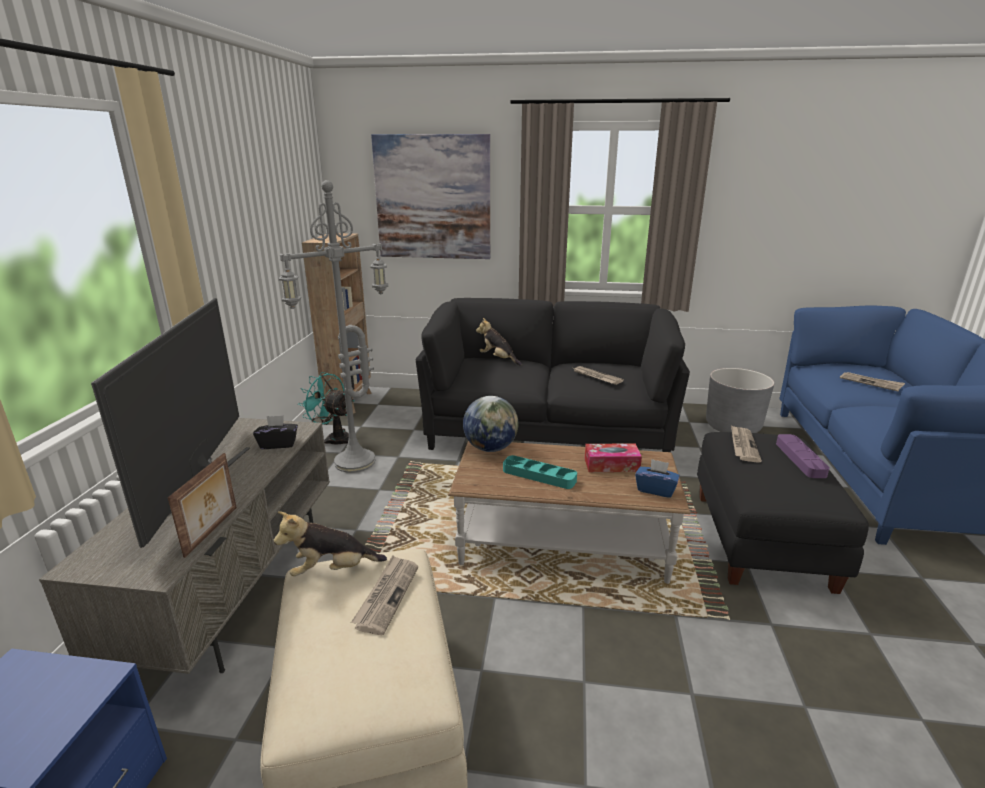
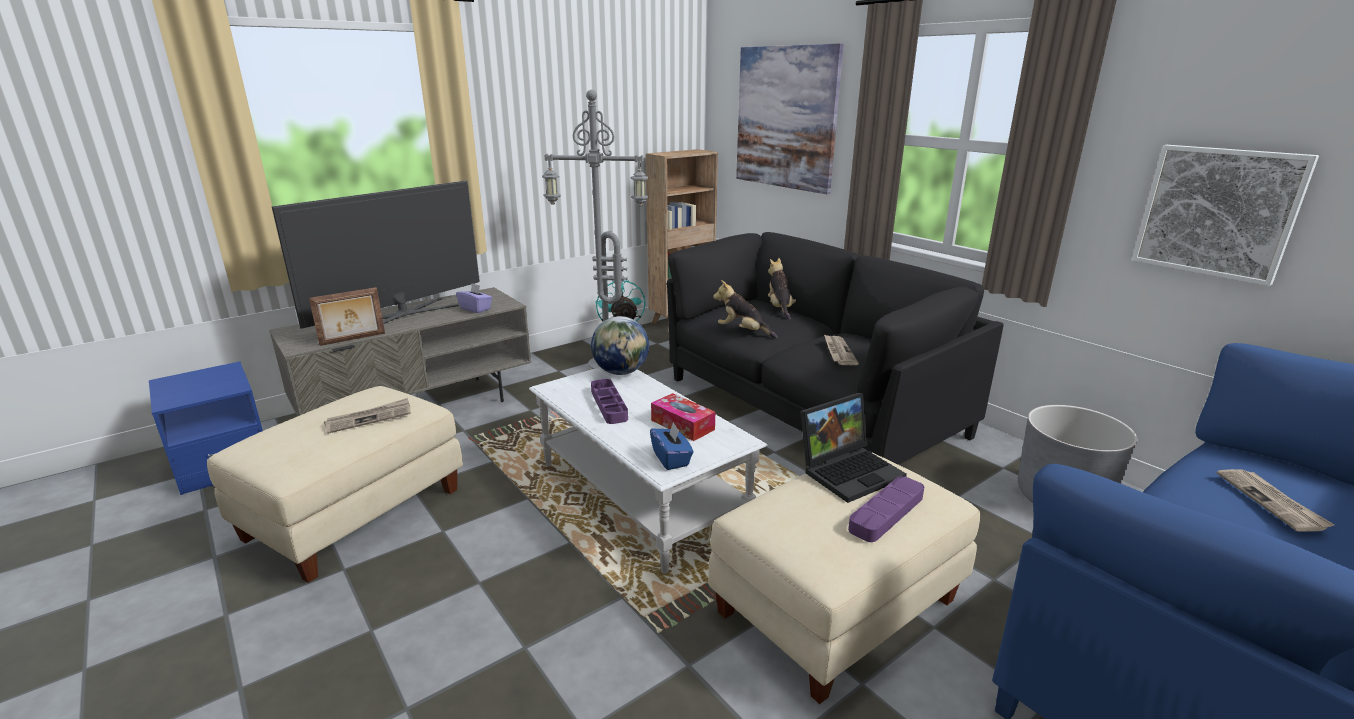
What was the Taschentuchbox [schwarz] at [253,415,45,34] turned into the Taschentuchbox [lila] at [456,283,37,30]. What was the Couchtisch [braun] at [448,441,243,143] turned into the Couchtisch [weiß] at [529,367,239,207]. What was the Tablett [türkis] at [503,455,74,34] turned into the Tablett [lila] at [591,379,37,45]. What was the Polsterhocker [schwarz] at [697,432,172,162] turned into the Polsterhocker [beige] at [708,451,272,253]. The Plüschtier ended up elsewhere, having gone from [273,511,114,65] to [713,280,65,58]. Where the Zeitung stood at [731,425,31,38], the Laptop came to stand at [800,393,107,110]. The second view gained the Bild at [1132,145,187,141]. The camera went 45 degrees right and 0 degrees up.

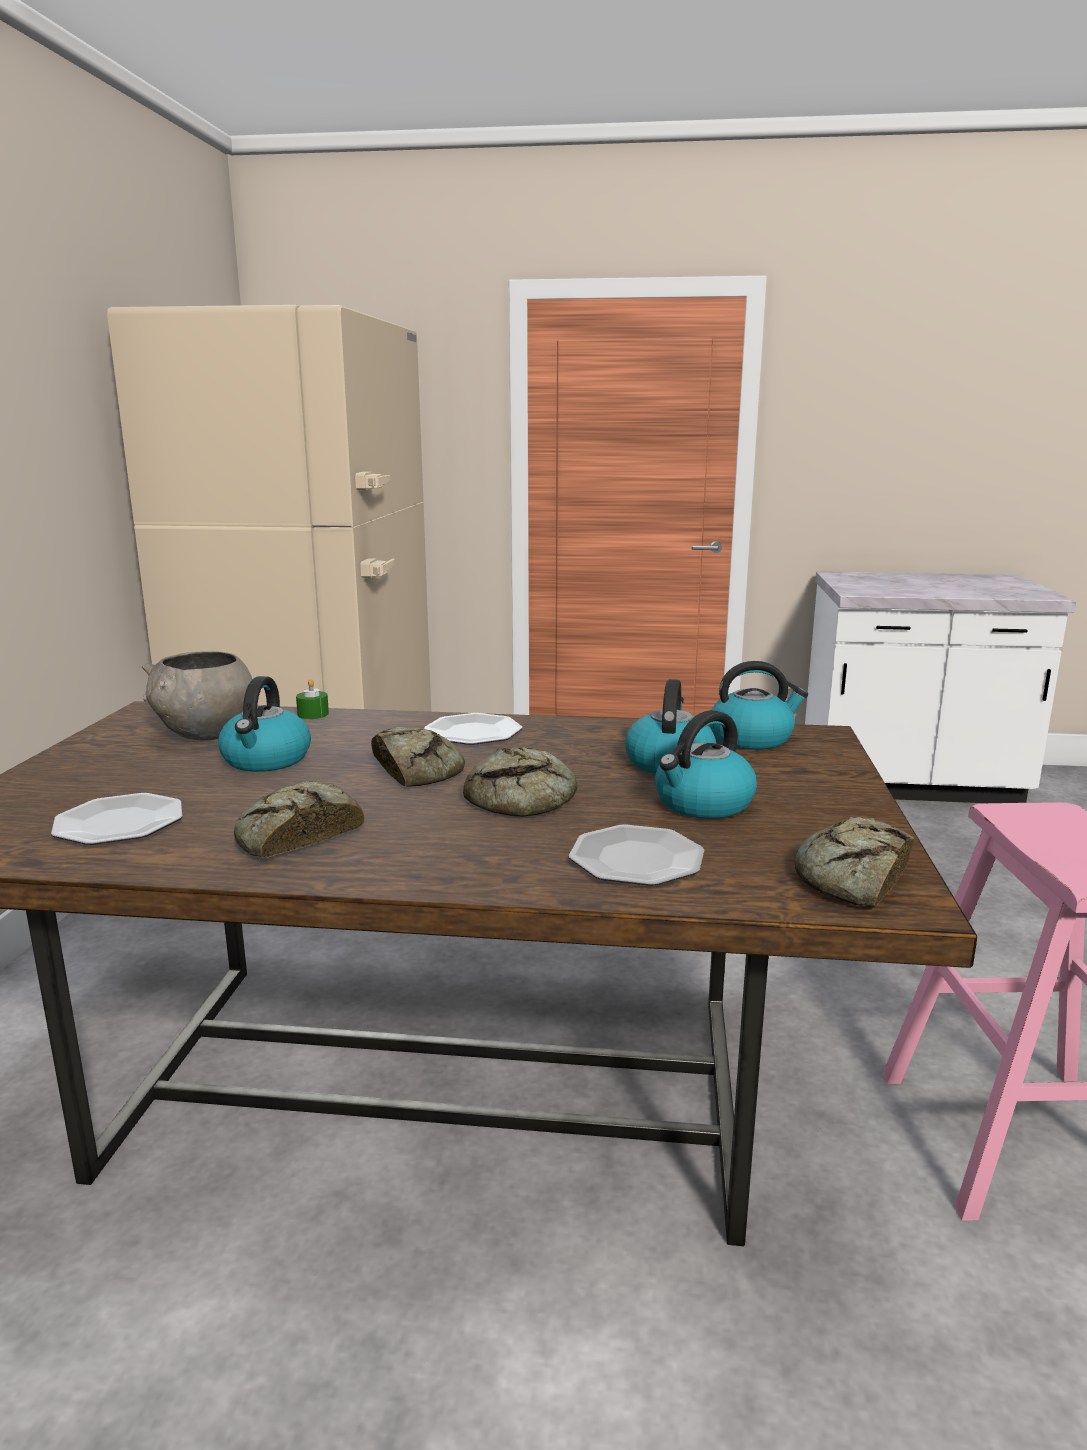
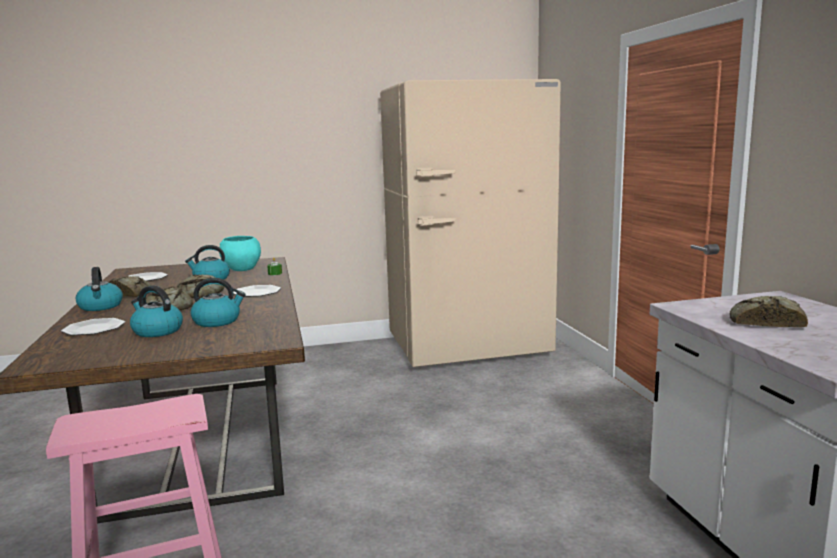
The Wasserkessel ended up elsewhere, having gone from [710,661,98,89] to [76,267,47,44]. What was the Schüssel [grau] at [142,651,110,89] turned into the Schüssel [türkis] at [219,236,42,35]. The Brot ended up elsewhere, having gone from [795,817,120,90] to [729,296,79,32]. The camera went 70 degrees right and 5 degrees down.

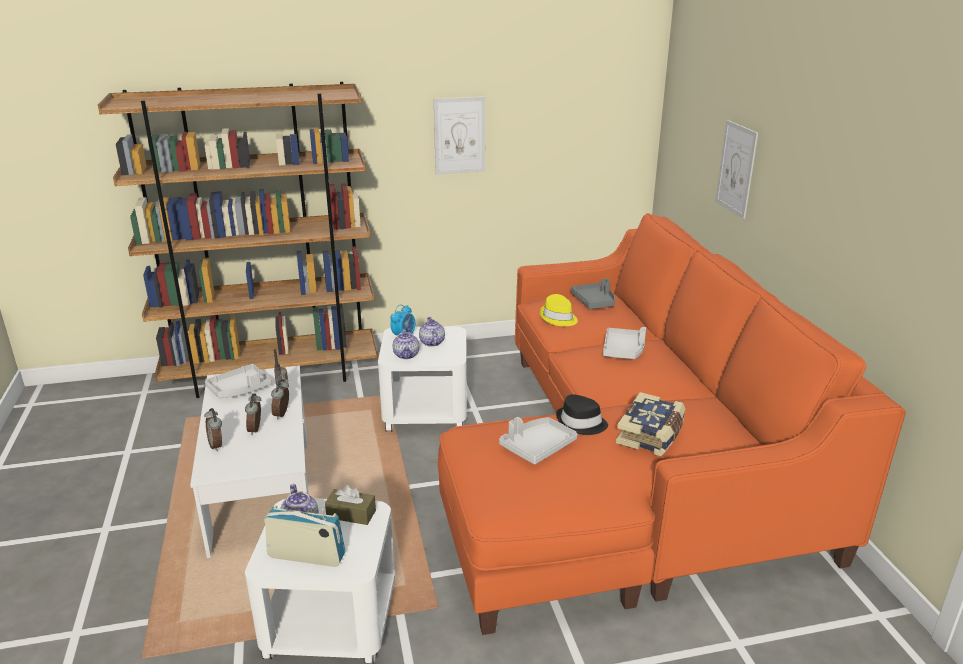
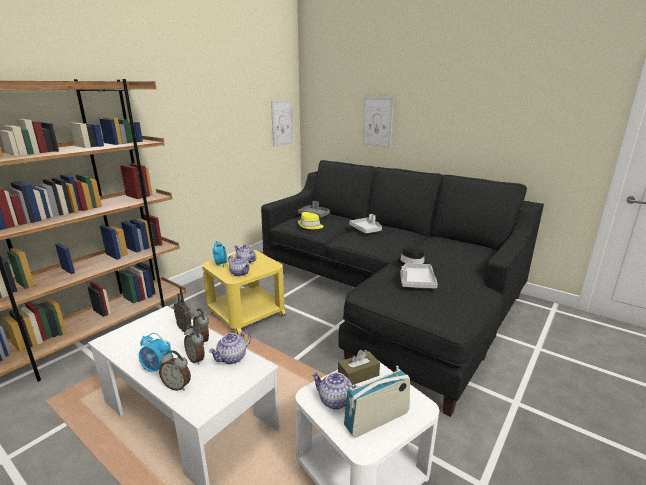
The second view gained the Wecker at [139,333,33,39]. What was the Beistelltisch [weiß] at [378,327,89,105] turned into the Beistelltisch [gelb] at [202,250,84,85]. The second view gained the Teekanne at [208,331,43,33]. What was the Sofa [orange] at [437,213,469,422] turned into the Sofa [schwarz] at [261,160,283,257]. The Bild ended up elsewhere, having gone from [434,97,51,78] to [271,100,22,47]. The second view lost the Tablett [grau] at [205,364,66,34]. The second view lost the Buch at [616,392,69,64]. The camera went 40 degrees left and 5 degrees down.

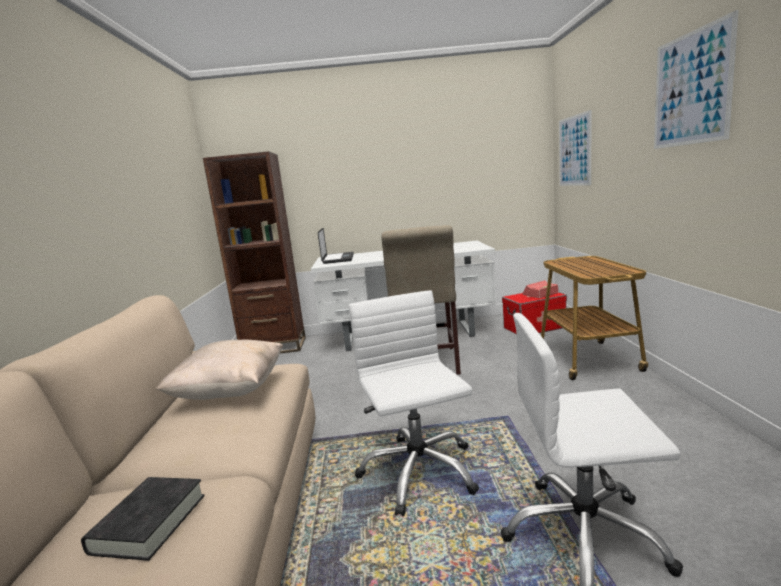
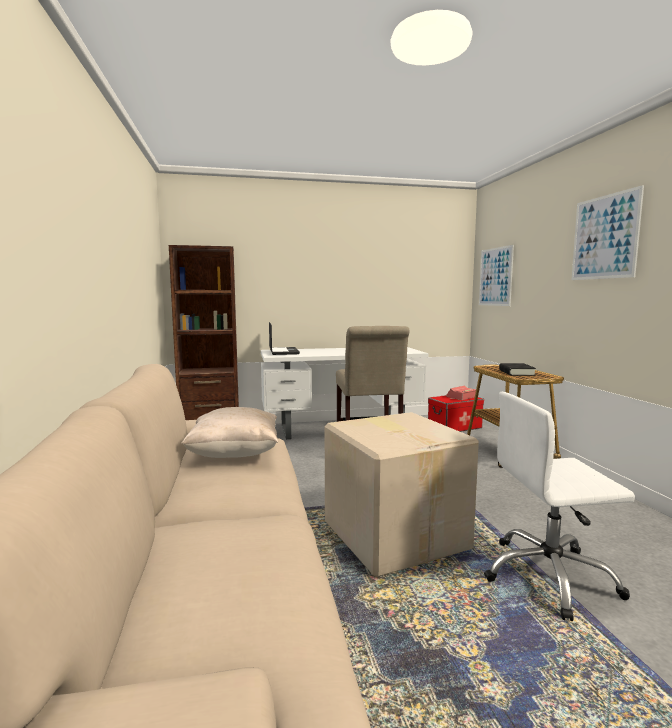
Where the Bürostuhl [weiß] stood at [349,290,130,226], the Karton came to stand at [325,412,154,165]. The Buch [schwarz] ended up elsewhere, having gone from [81,477,124,84] to [499,363,37,13]. The camera went 10 degrees left and 5 degrees down.

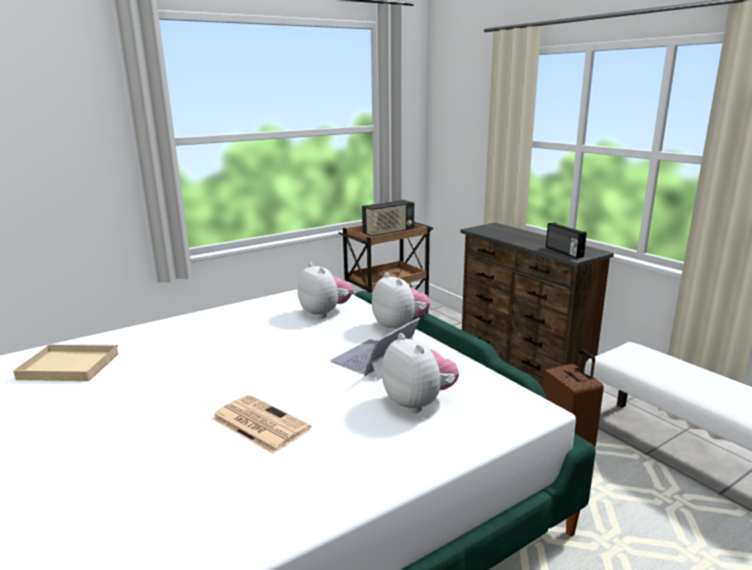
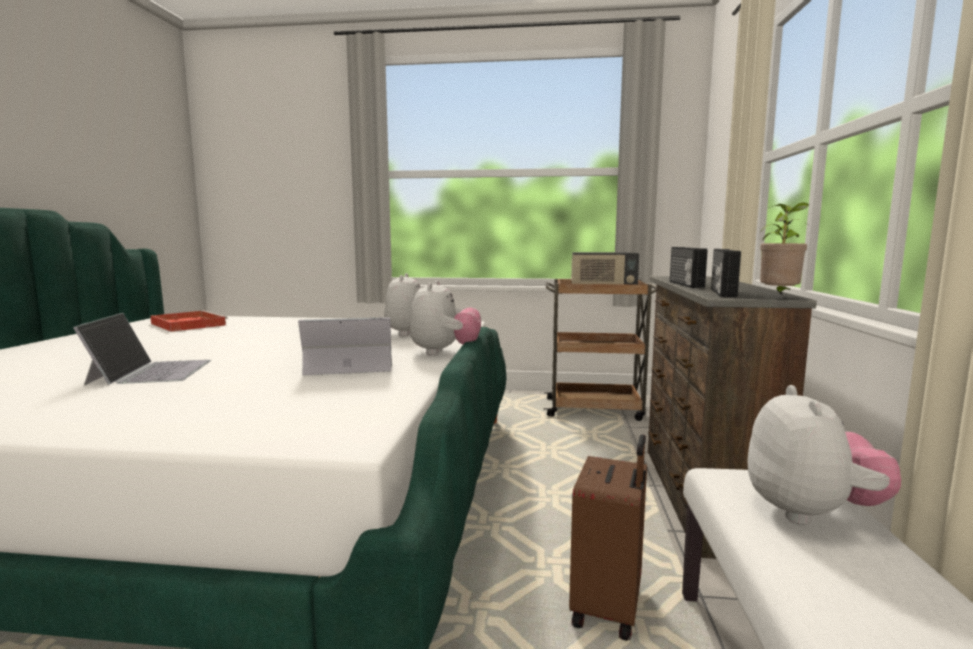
Where the Zeitung stood at [211,395,100,59], the Laptop came to stand at [73,313,138,72]. What was the Tablett [beige] at [13,344,106,37] turned into the Tablett [rot] at [150,310,78,22]. The second view gained the Radio at [670,247,37,41]. The Plüschtier ended up elsewhere, having gone from [382,333,77,80] to [747,385,154,140]. The second view gained the Topfpflanze at [760,202,49,93]. The camera went 40 degrees right and 10 degrees down.

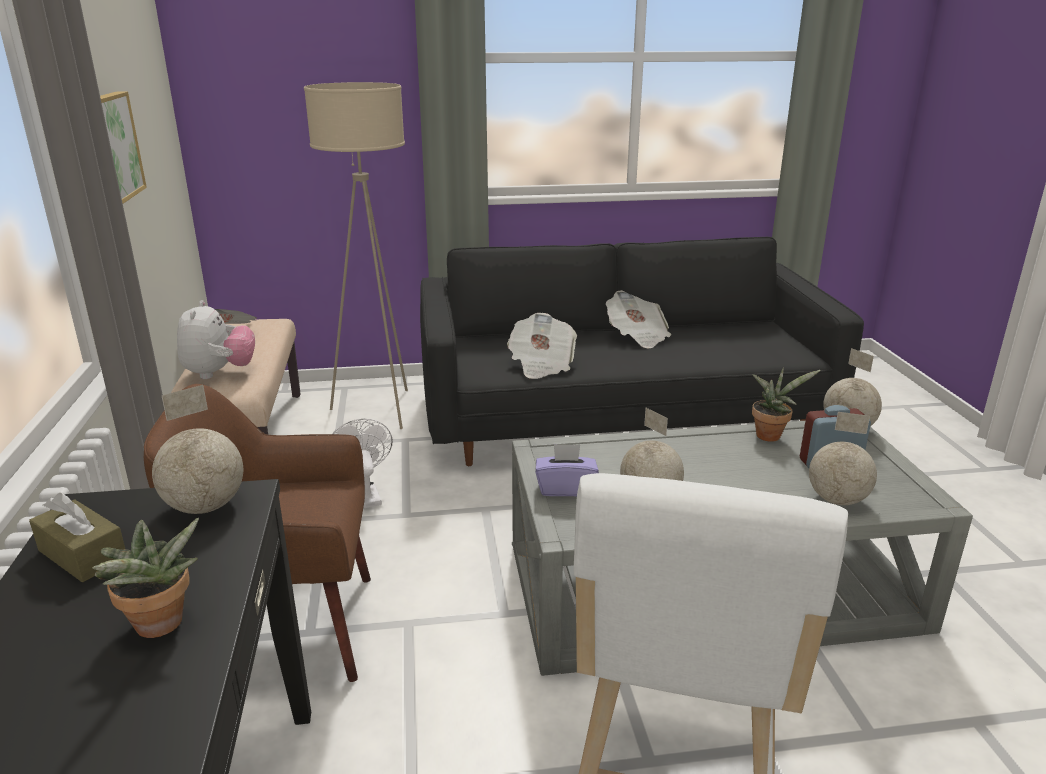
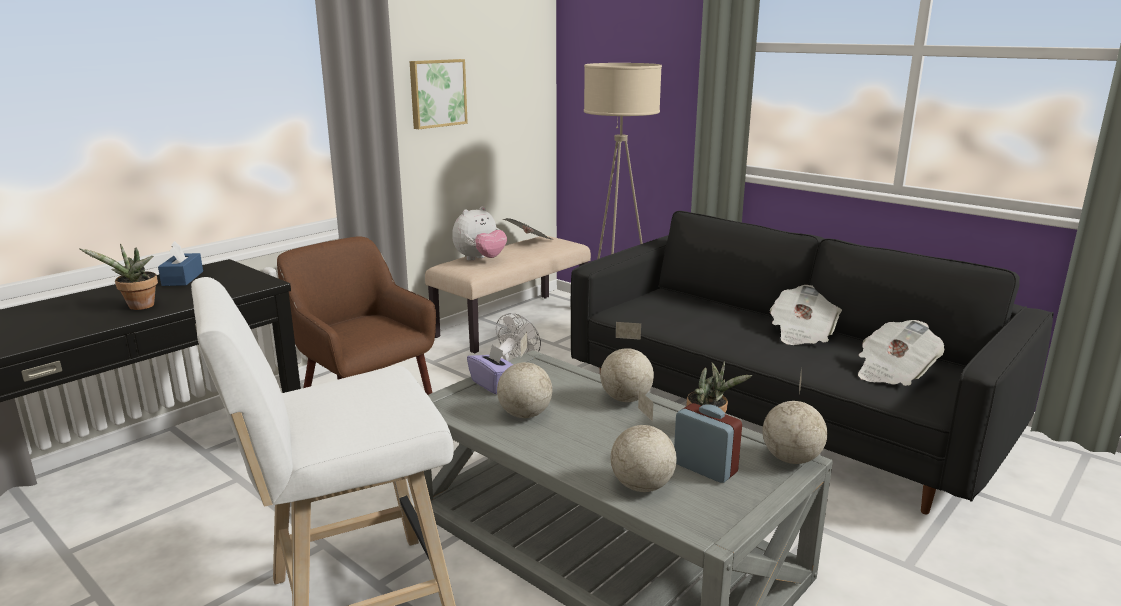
What was the Taschentuchbox [braun] at [29,493,97,89] turned into the Taschentuchbox [blau] at [158,241,45,45]. The Globus ended up elsewhere, having gone from [152,385,91,129] to [600,322,54,80]. The Zeitung ended up elsewhere, having gone from [507,313,70,66] to [858,320,87,66]. The camera went 50 degrees right and 5 degrees down.

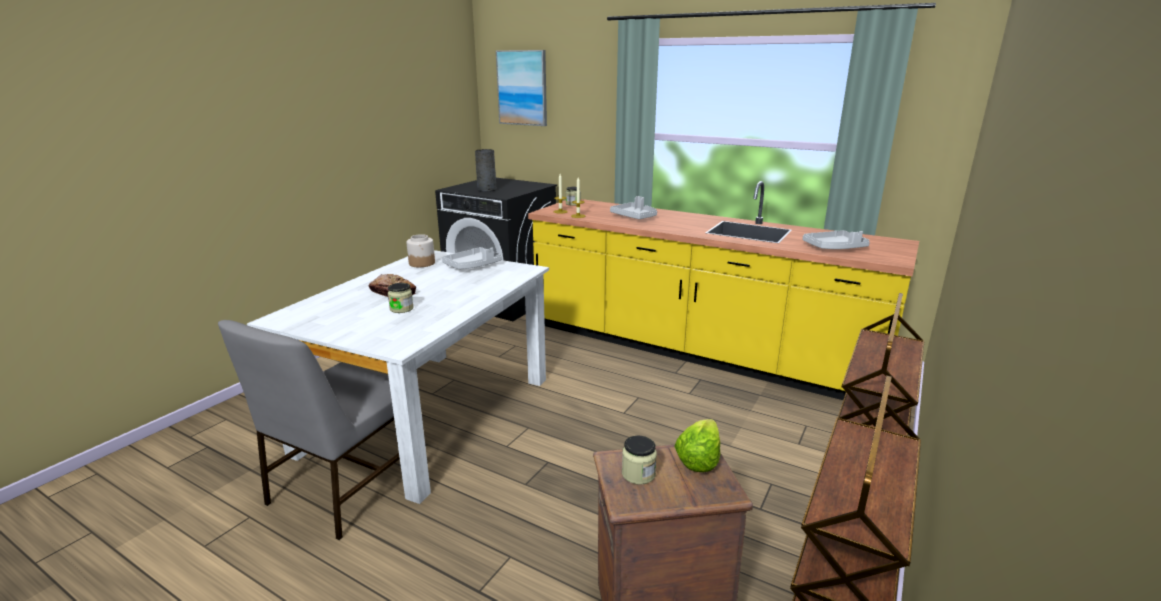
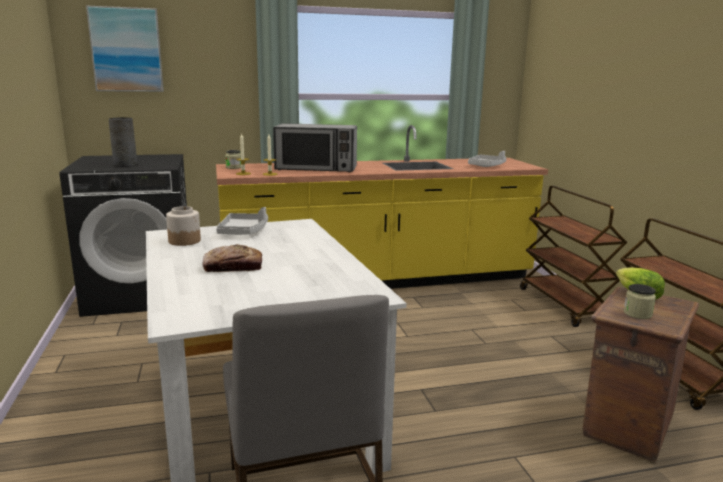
Where the Tablett [grau] stood at [610,196,47,23], the Mikrowelle came to stand at [273,123,84,49]. The second view lost the Vorratsglas at [388,283,26,30]. The camera went 45 degrees left and 5 degrees down.

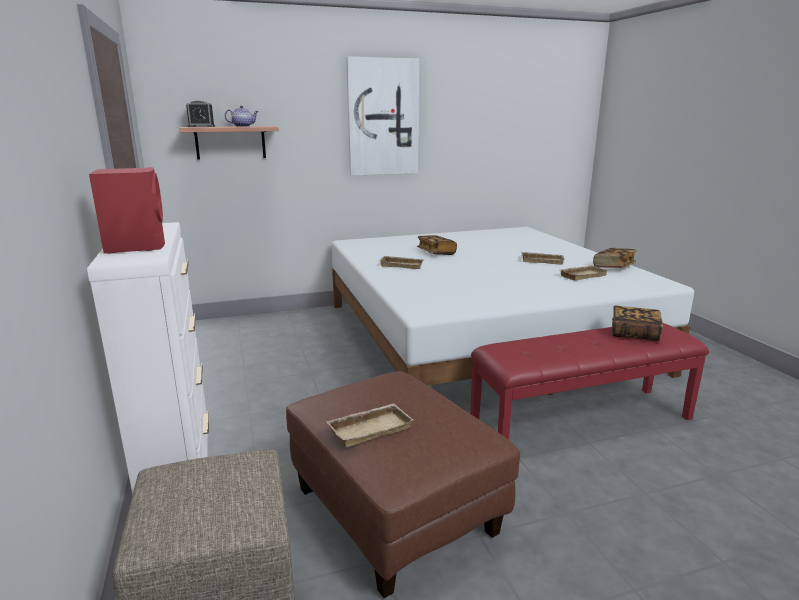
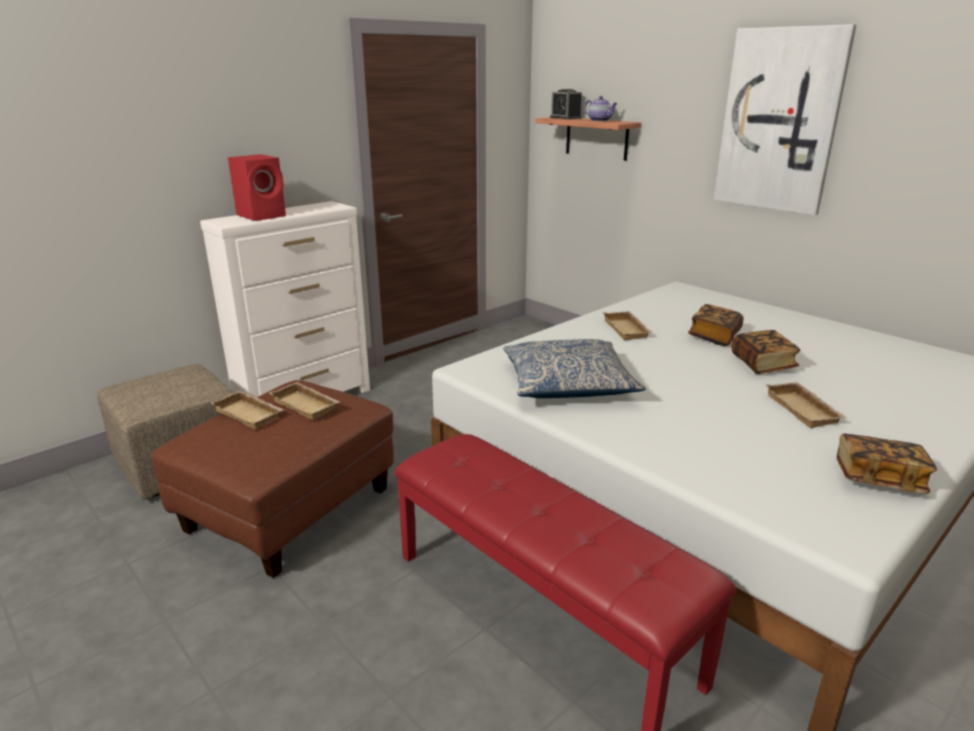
The Tablett [beige] ended up elsewhere, having gone from [560,265,48,16] to [269,382,71,38]. The second view gained the Kissen at [503,339,143,59]. The Buch ended up elsewhere, having gone from [612,306,51,35] to [732,330,68,44]. The camera went 65 degrees right and 5 degrees up.

